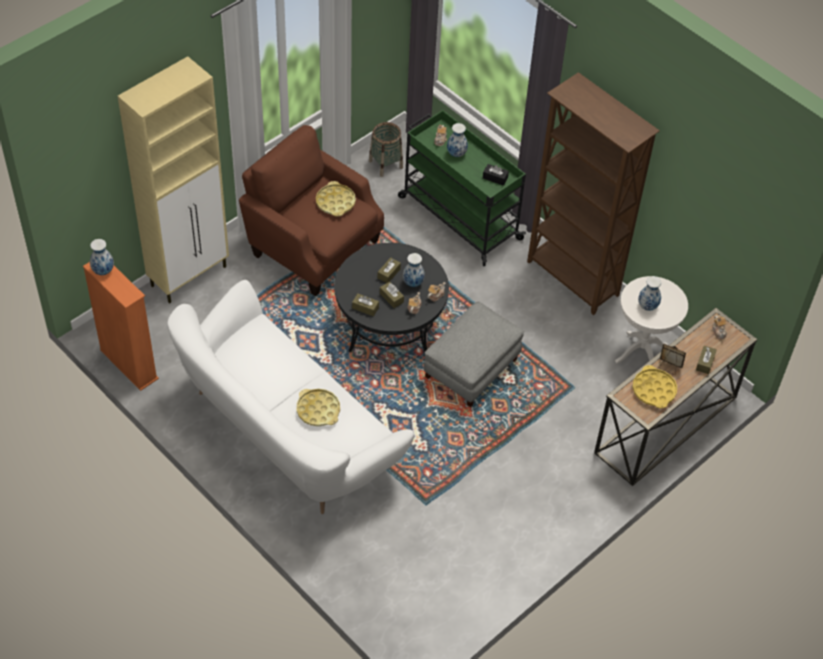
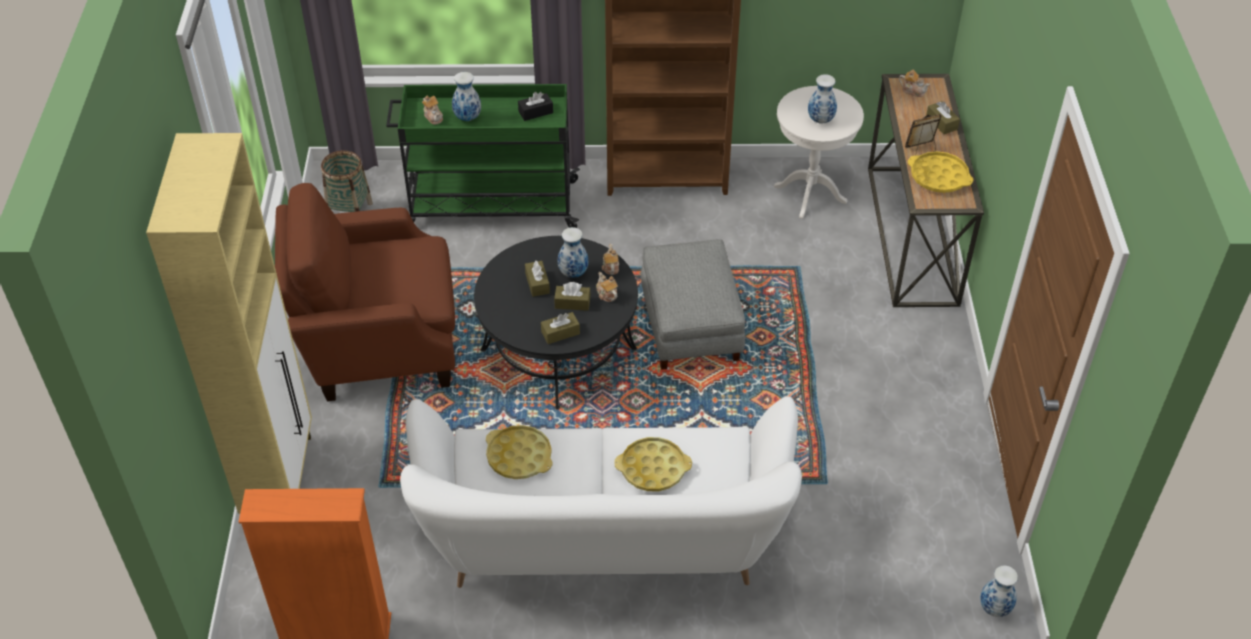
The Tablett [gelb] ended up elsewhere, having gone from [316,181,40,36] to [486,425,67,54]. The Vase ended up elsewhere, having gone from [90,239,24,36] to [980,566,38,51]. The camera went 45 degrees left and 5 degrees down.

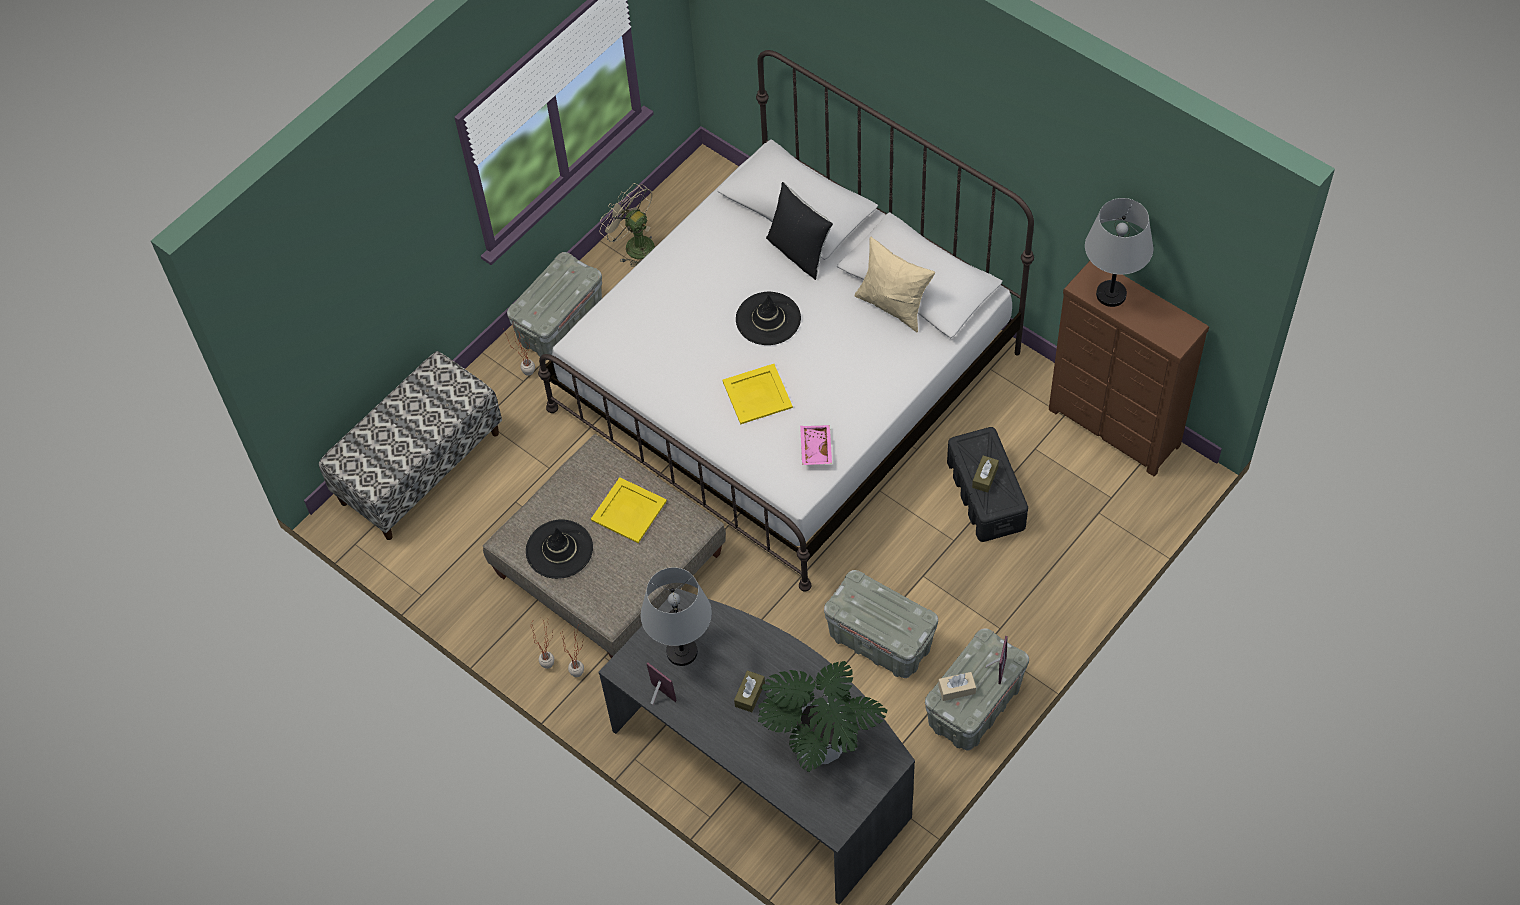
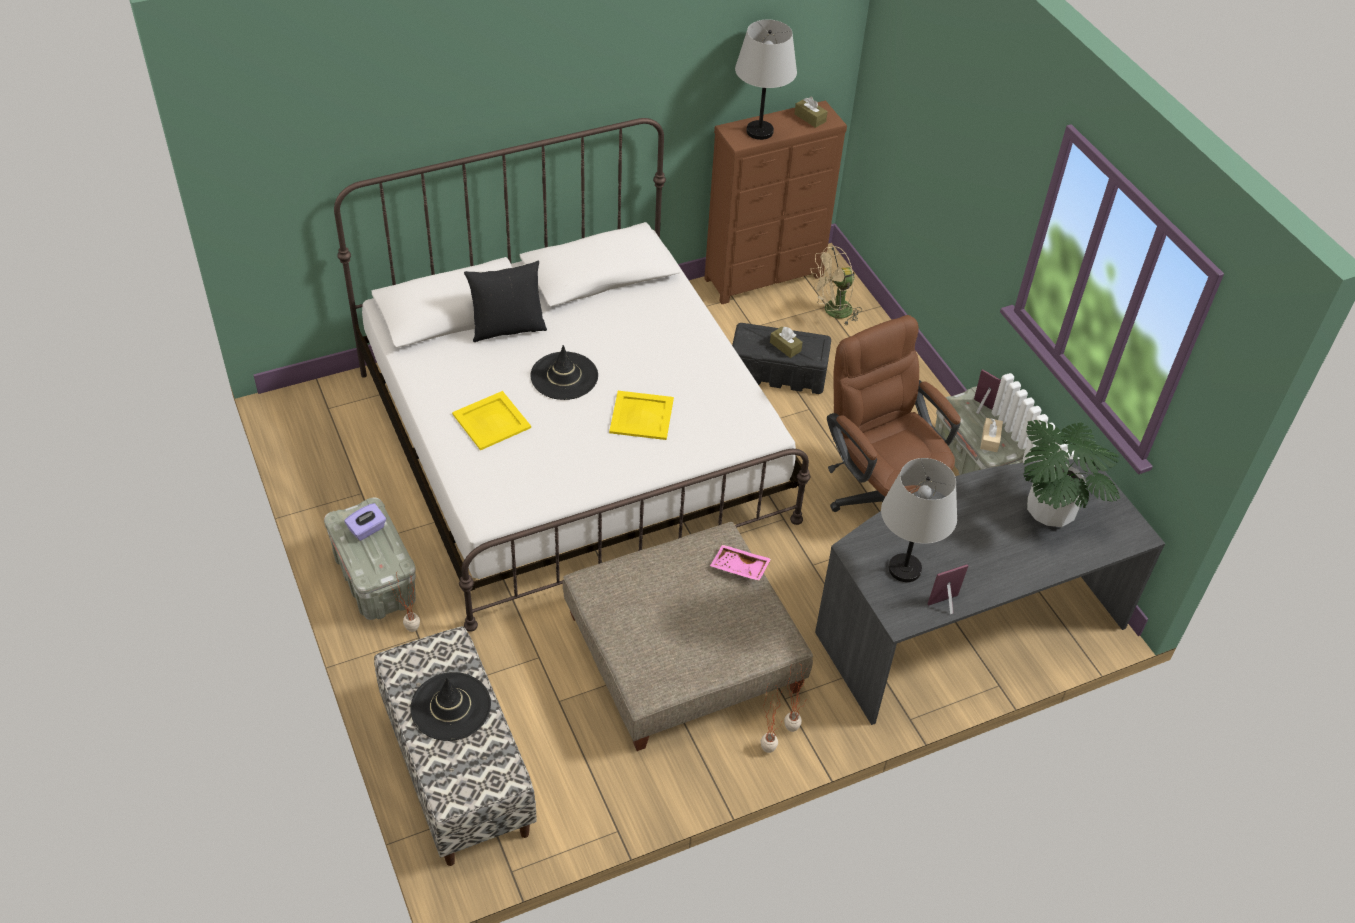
The second view gained the Taschentuchbox [lila] at [344,503,42,38]. The Hut [schwarz] ended up elsewhere, having gone from [526,519,67,60] to [410,672,81,69]. The Tablett [gelb] ended up elsewhere, having gone from [591,477,76,66] to [452,391,79,59]. The Tablett [rosa] ended up elsewhere, having gone from [800,425,32,40] to [710,545,61,36]. The Taschentuchbox [braun] ended up elsewhere, having gone from [734,670,31,42] to [794,97,34,31]. The Ventilator [beige] ended up elsewhere, having gone from [600,183,55,84] to [811,246,51,79]. Where the Aufbewahrungsbox [grau] stood at [824,570,114,108], the Bürostuhl [braun] came to stand at [827,315,134,197]. The second view lost the Kissen [beige] at [854,237,81,95]. The camera went 70 degrees left and 10 degrees down.

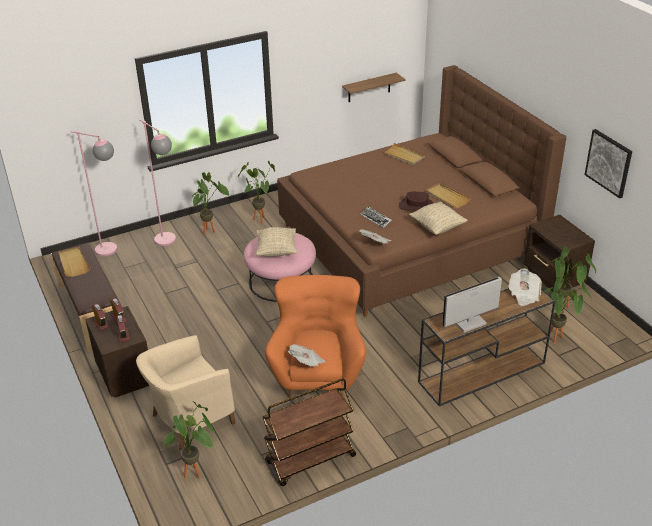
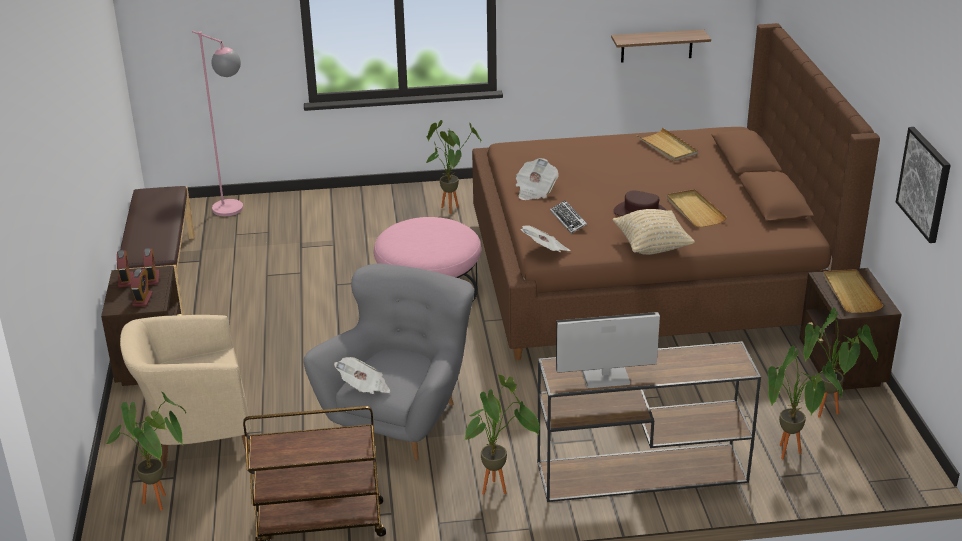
What was the Sessel [orange] at [265,275,101,124] turned into the Sessel [grau] at [303,263,171,198]. The Topfpflanze ended up elsewhere, having gone from [192,172,37,64] to [464,375,76,120]. The Zeitung ended up elsewhere, having gone from [508,269,34,37] to [515,158,44,42]. The Tablett [beige] ended up elsewhere, having gone from [58,247,32,30] to [823,269,61,44]. The second view lost the Stehlampe [rosa] at [140,120,36,126]. The second view lost the Kissen [beige] at [256,227,41,30]. The camera went 20 degrees right and 5 degrees down.

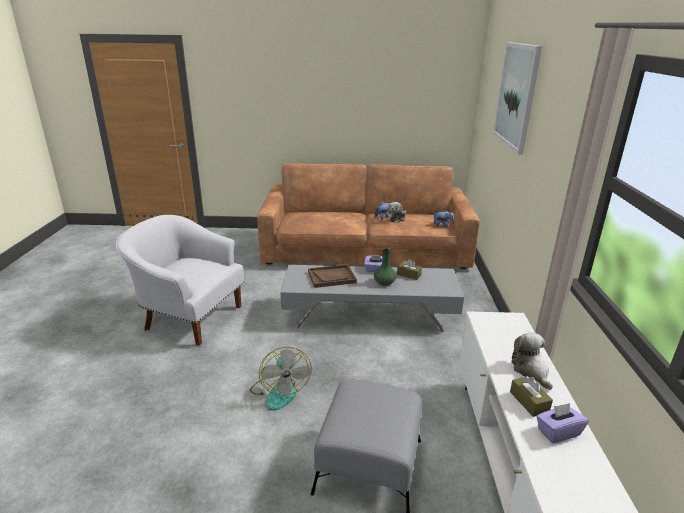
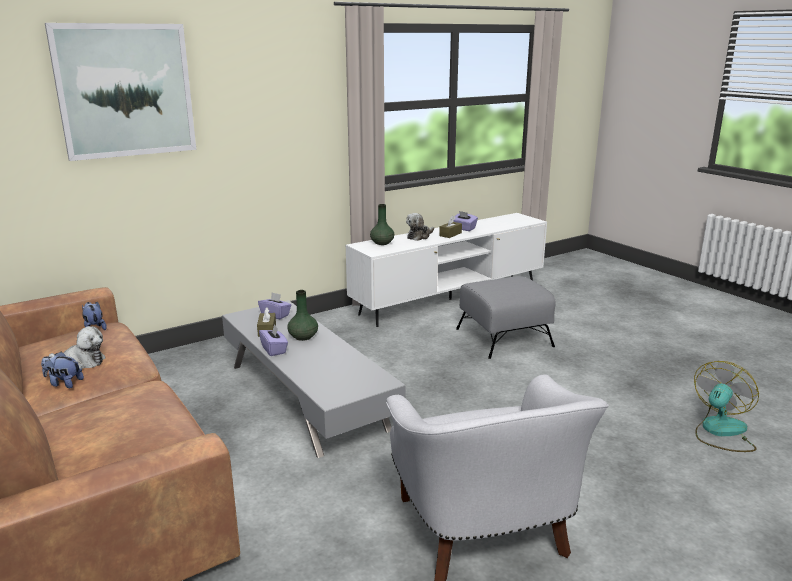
The second view gained the Taschentuchbox [lila] at [258,292,33,27]. The second view gained the Vase [grün] at [370,204,24,41]. The Ventilator ended up elsewhere, having gone from [250,347,62,64] to [694,361,65,91]. The second view lost the Tablett [braun] at [308,264,49,24]. The camera went 125 degrees left and 5 degrees down.

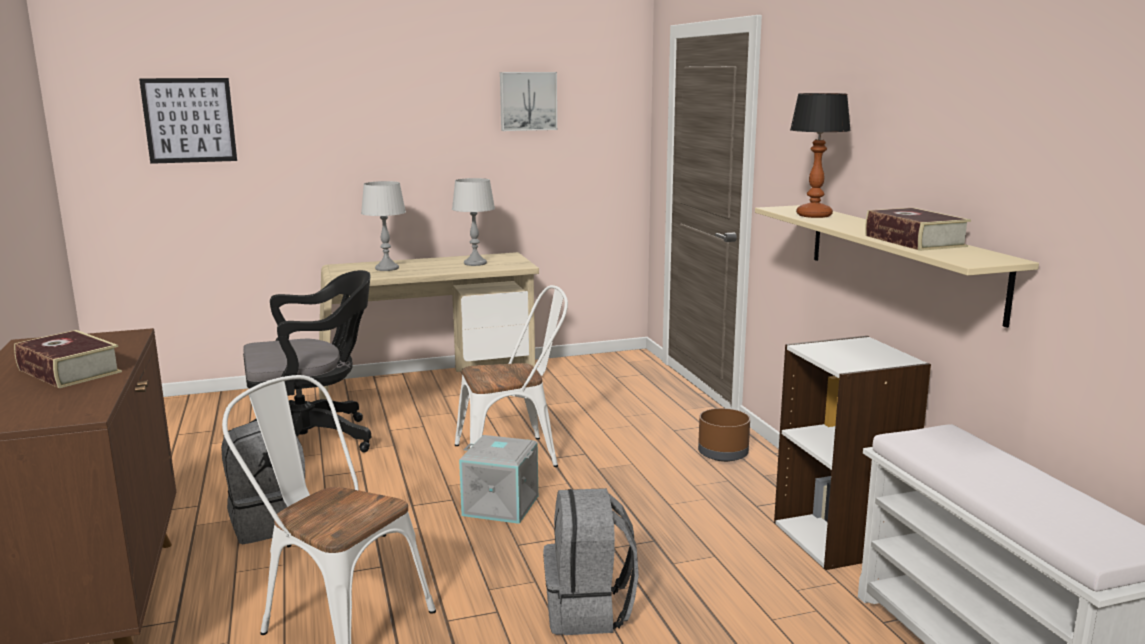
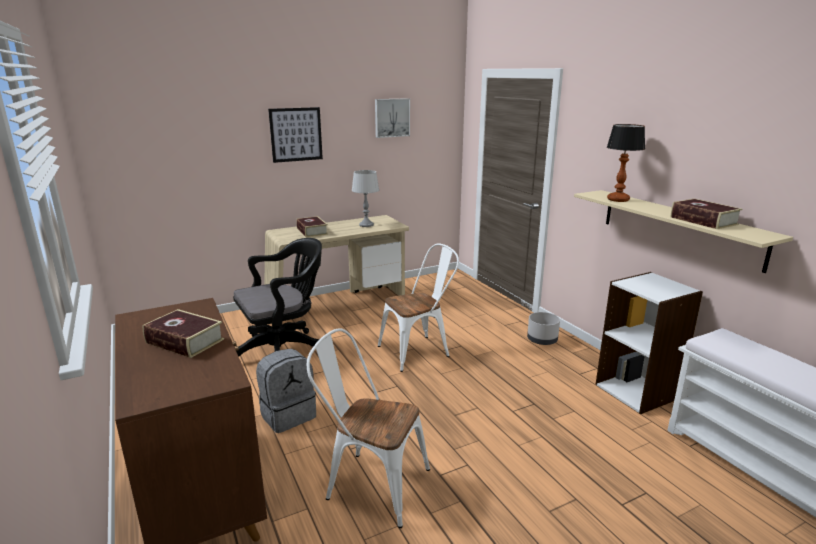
The Bild ended up elsewhere, having gone from [139,78,98,86] to [268,107,55,56]. Where the Tischlampe [grau] stood at [361,181,45,90], the Buch came to stand at [296,216,32,21]. What was the Pflanzkübel [braun] at [698,408,52,54] turned into the Pflanzkübel [grau] at [527,312,33,33]. The second view lost the Aufbewahrungsbox [grau] at [459,435,79,89]. The second view lost the Rucksack [grau] at [543,488,96,147]. The camera went 10 degrees left and 5 degrees up.

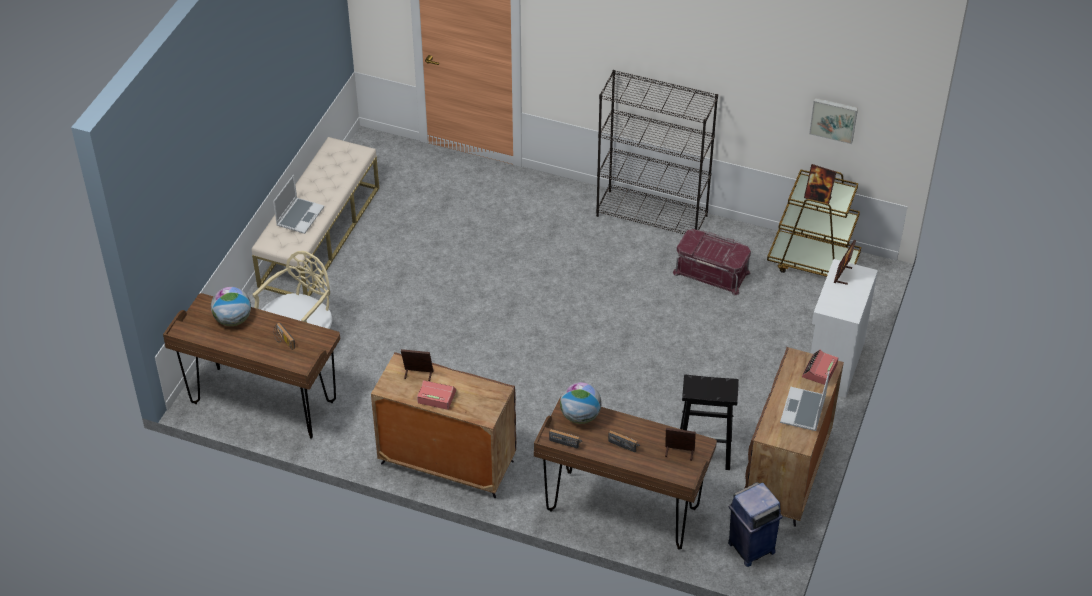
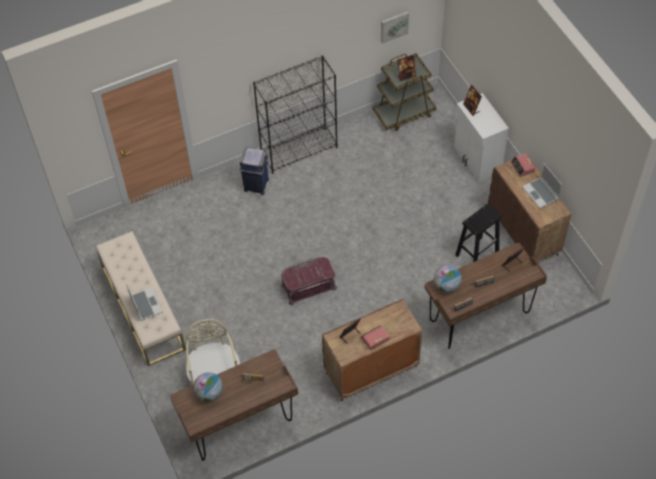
The Mülleimer [blau] ended up elsewhere, having gone from [728,482,55,85] to [240,147,29,48]. The Aufbewahrungsbox [rot] ended up elsewhere, having gone from [673,229,78,66] to [281,257,56,48]. The camera went 45 degrees left and 10 degrees up.

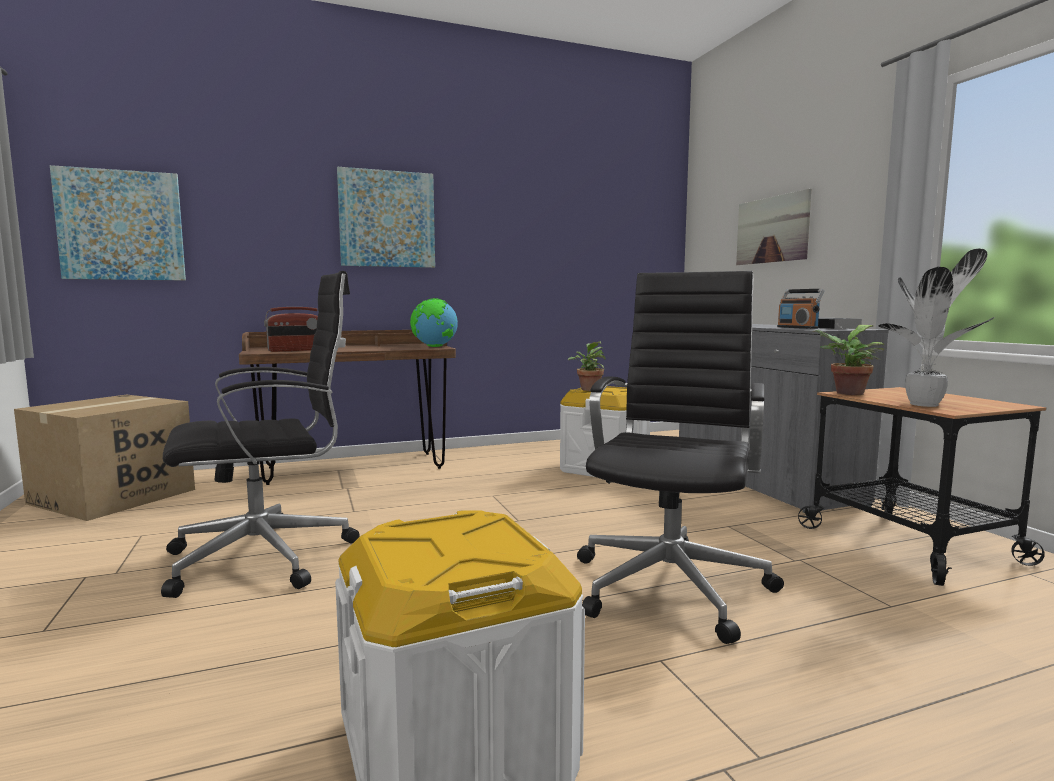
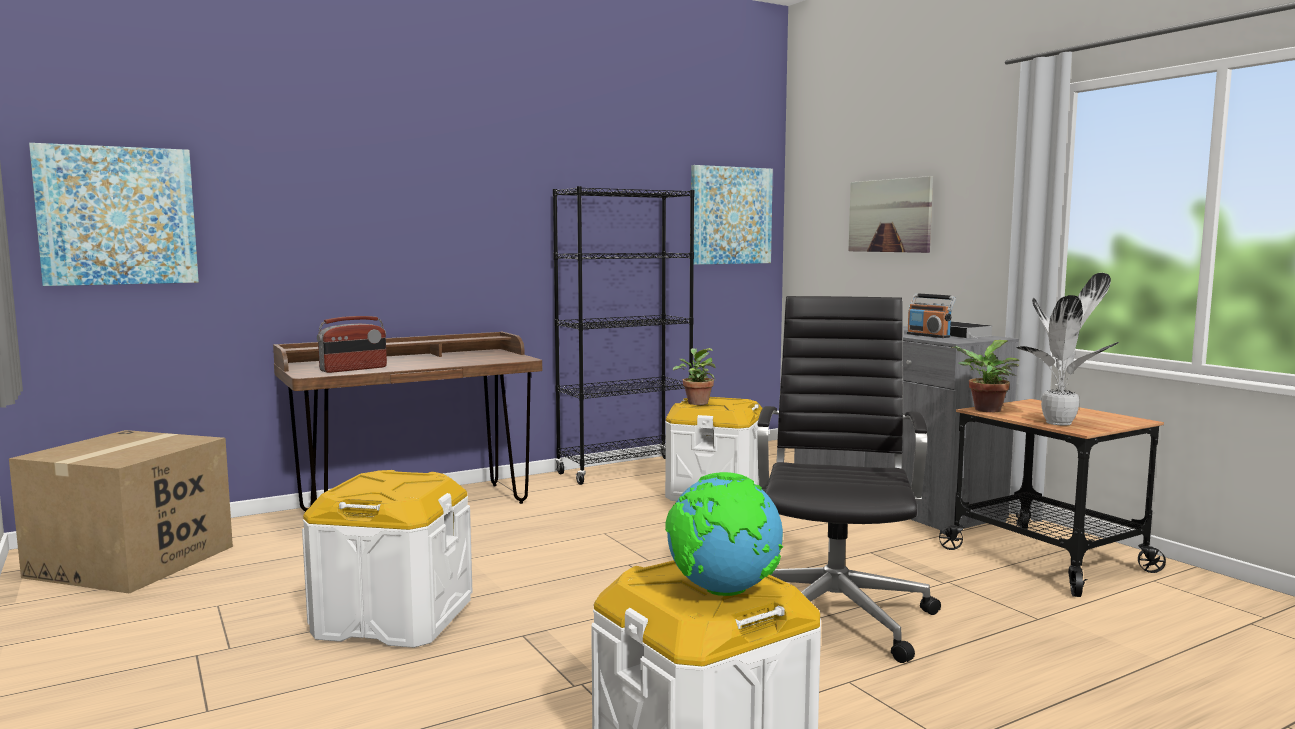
Where the Bürostuhl [schwarz] stood at [161,271,199,327], the Aufbewahrungsbox [weiß] came to stand at [302,470,171,178]. The second view gained the Bücherregal [schwarz] at [553,186,141,299]. The Globus ended up elsewhere, having gone from [410,298,48,49] to [665,472,118,124]. The Bild ended up elsewhere, having gone from [337,167,98,101] to [691,165,82,100]. The camera went 10 degrees left and 0 degrees up.

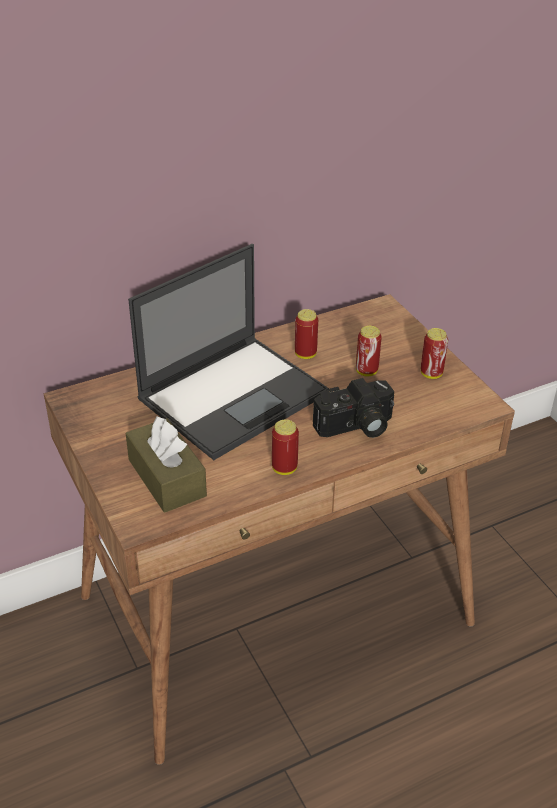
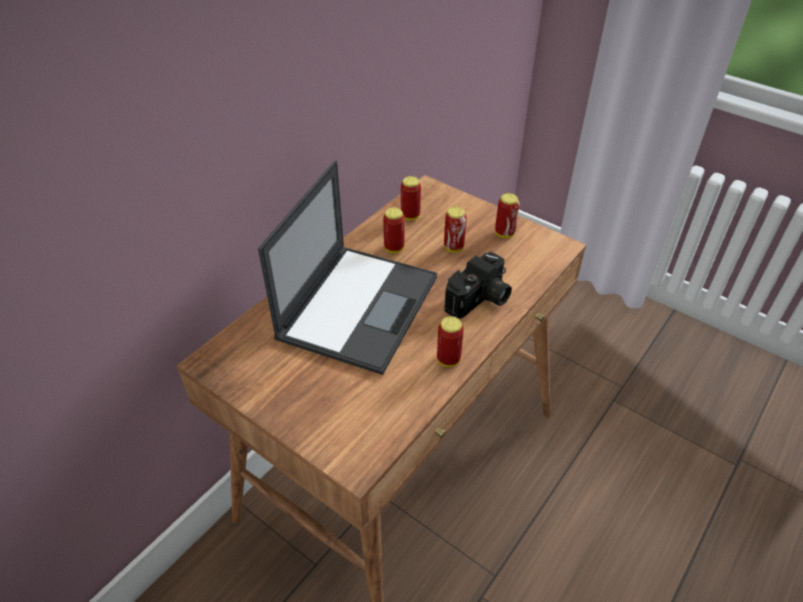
The second view gained the Dose at [401,176,20,44]. The second view lost the Taschentuchbox [braun] at [126,416,81,97]. The camera went 25 degrees left and 5 degrees up.

